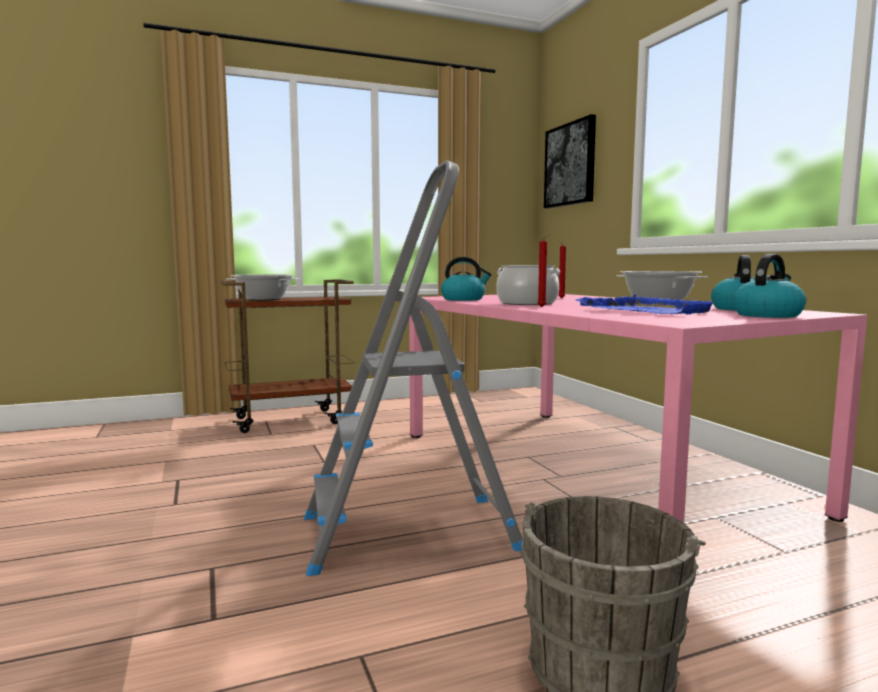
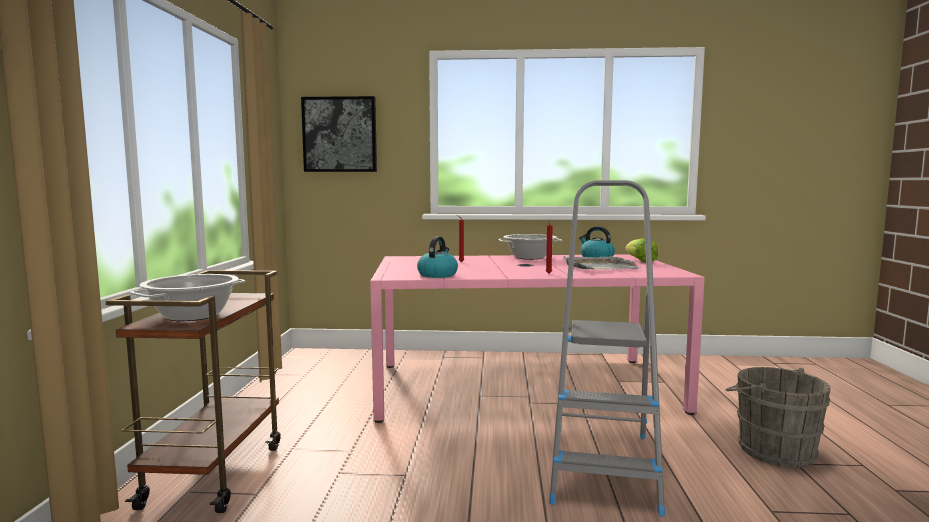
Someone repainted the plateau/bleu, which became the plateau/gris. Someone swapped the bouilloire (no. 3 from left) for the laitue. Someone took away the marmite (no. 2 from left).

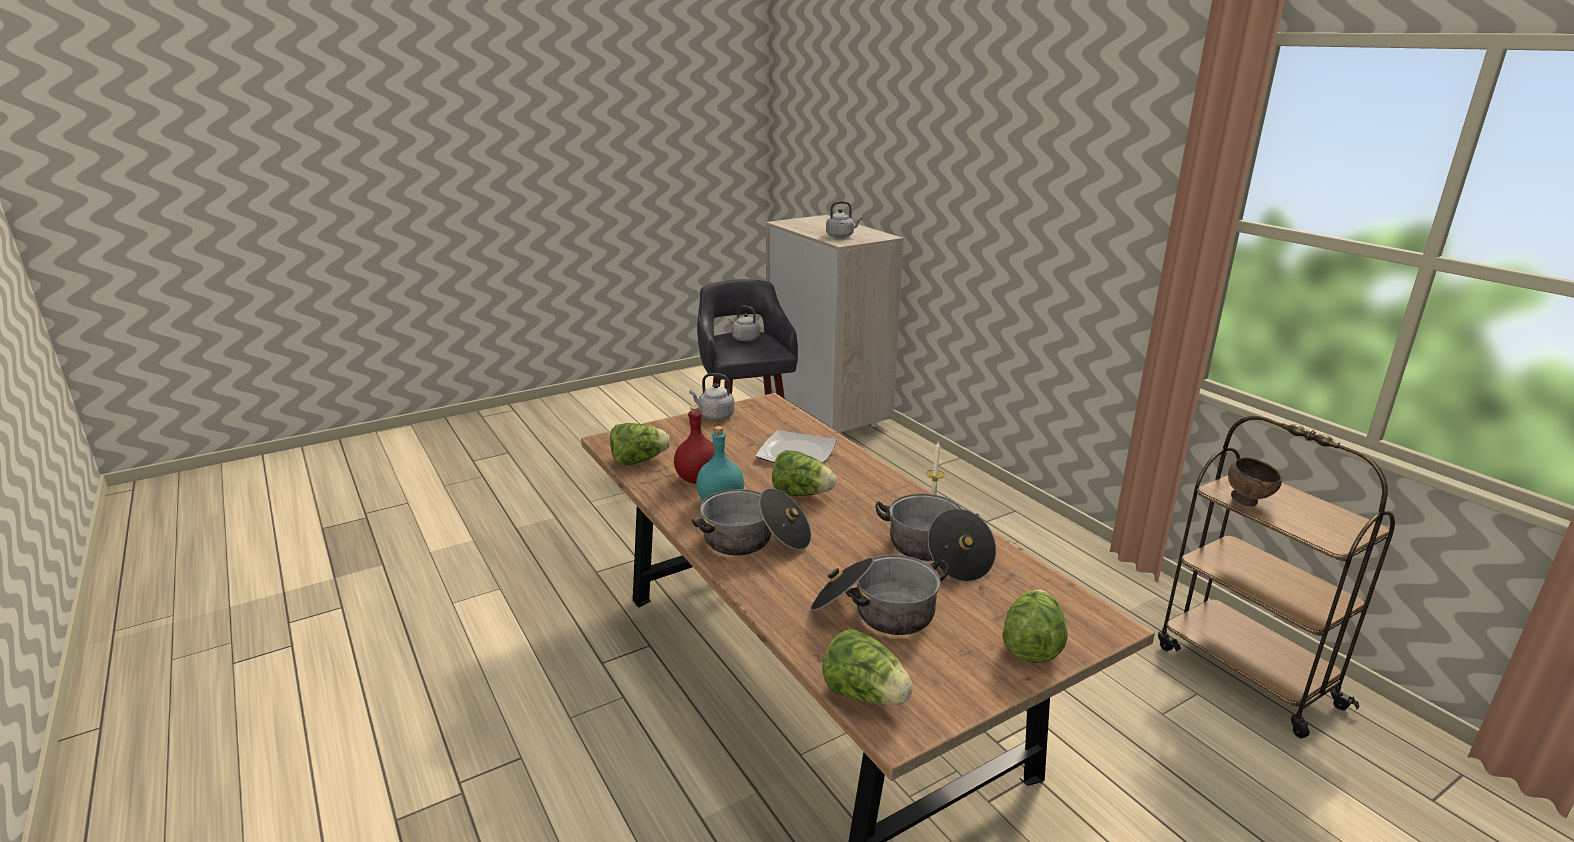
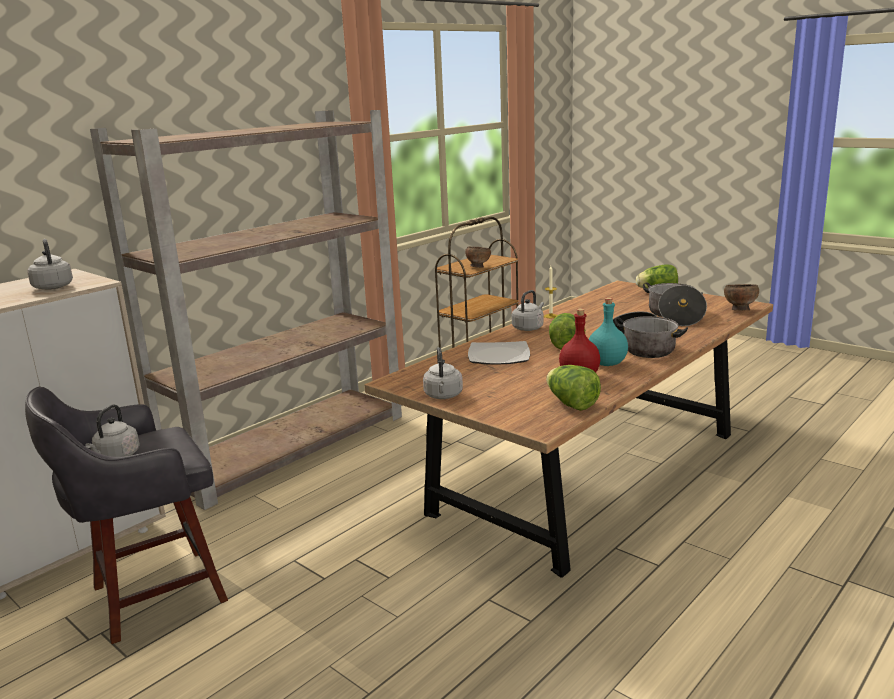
Someone put down the bibliothèque/marron. Someone put down the bouilloire/gris (no. 4 from left). Someone swapped the laitue (no. 3 from left) for the bol/marron (no. 2 from left). Someone took away the marmite (no. 3 from left).

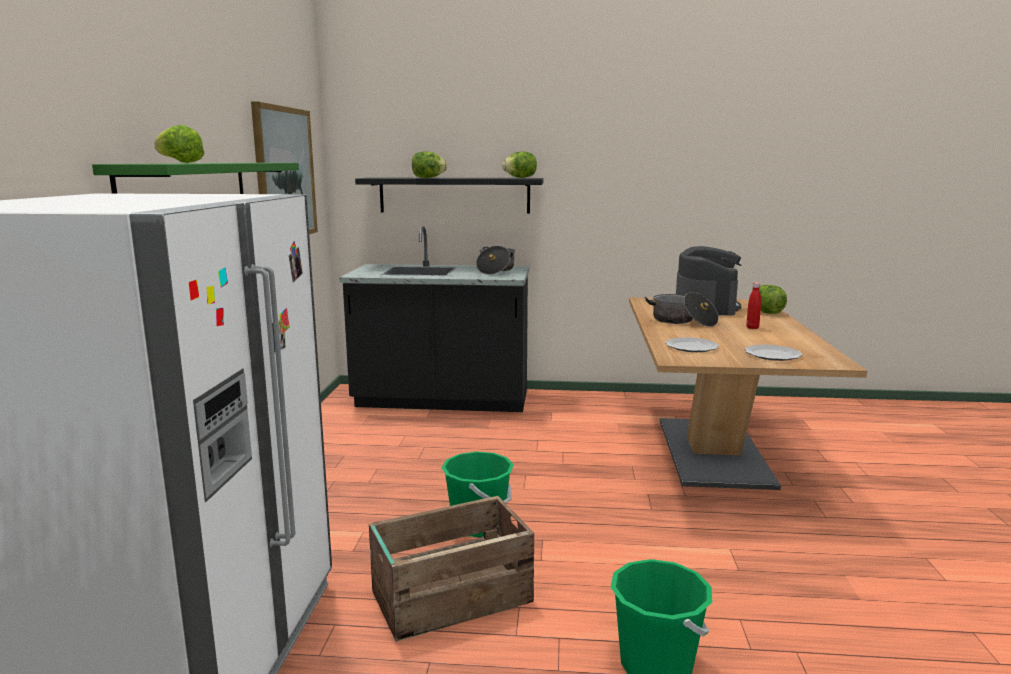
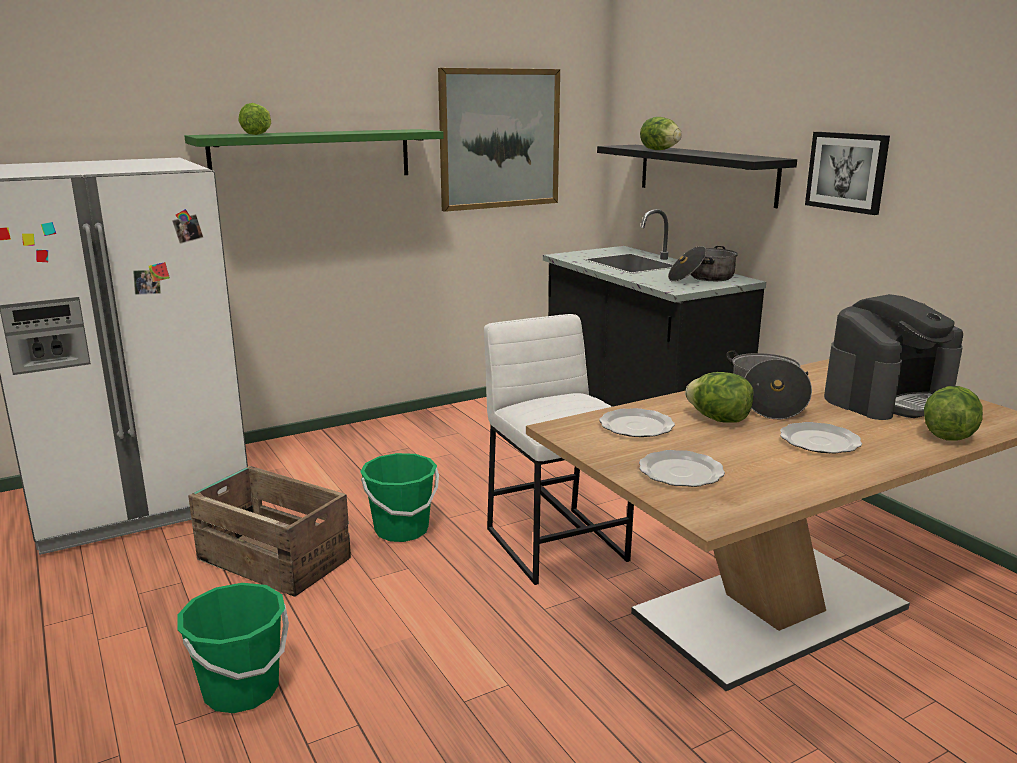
Someone put down the chaise/blanc. Someone carried the laitue (no. 3 from left). Someone swapped the bouteille/rouge for the assiette (no. 3 from left). Someone put up the tableau (no. 2 from left).

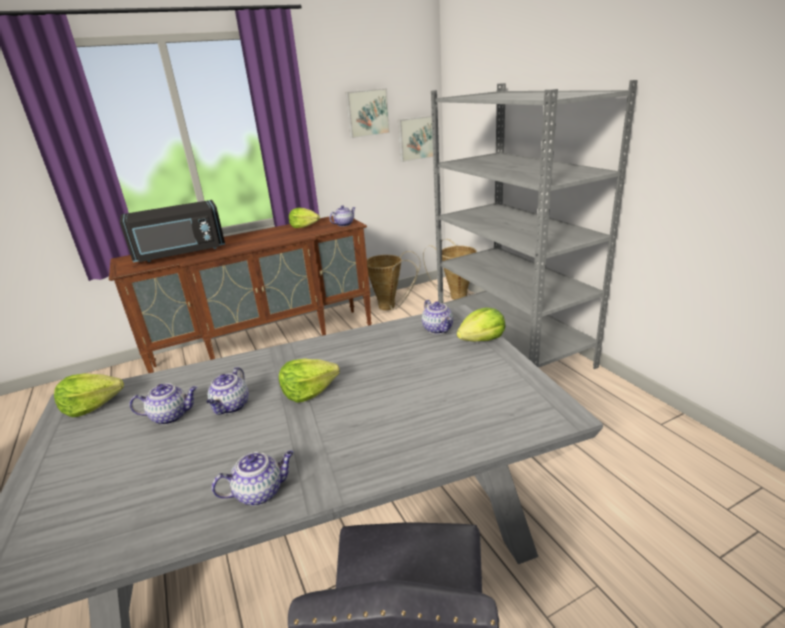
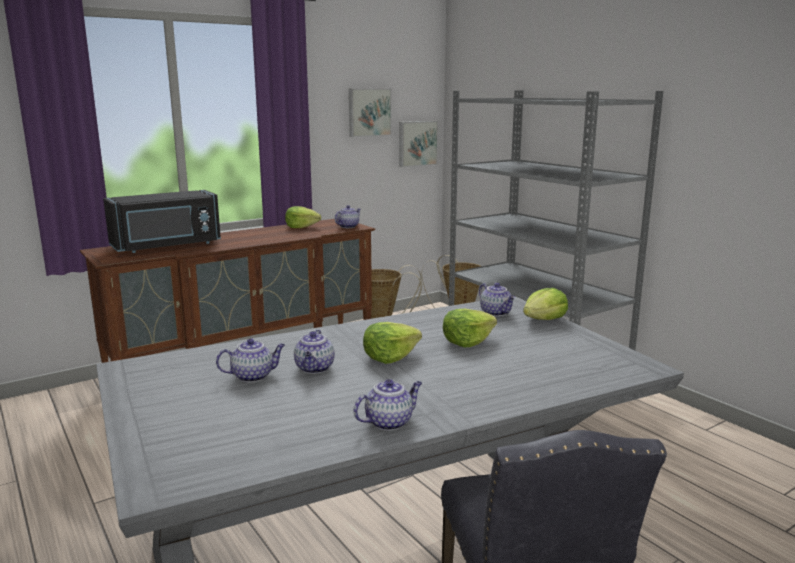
Someone carried the laitue (no. 1 from left in the first image).

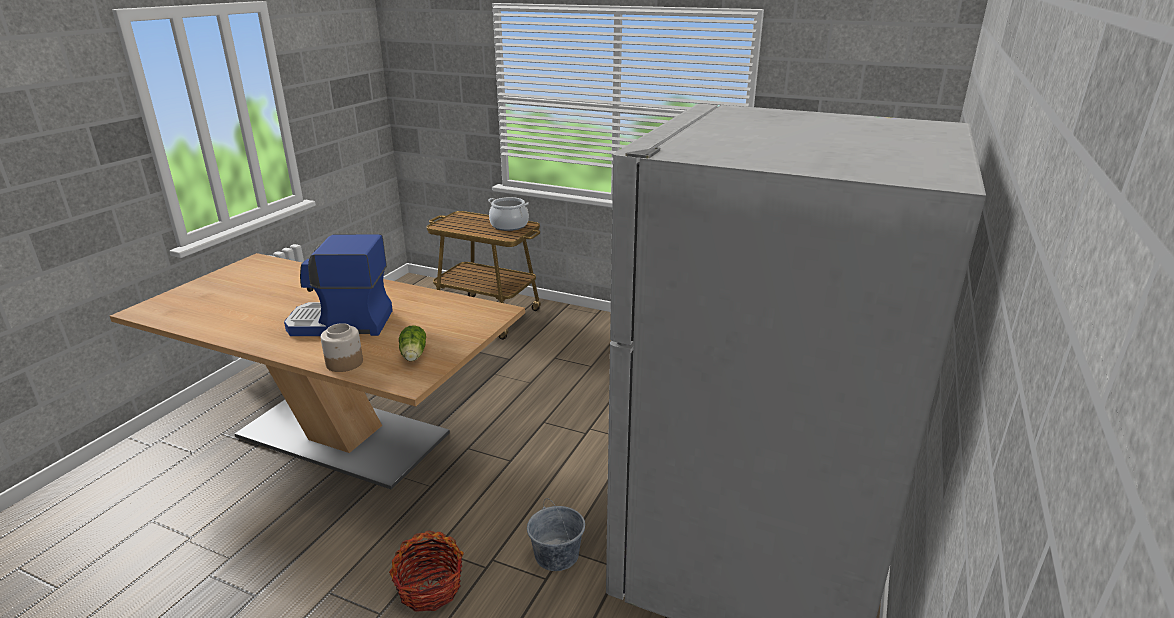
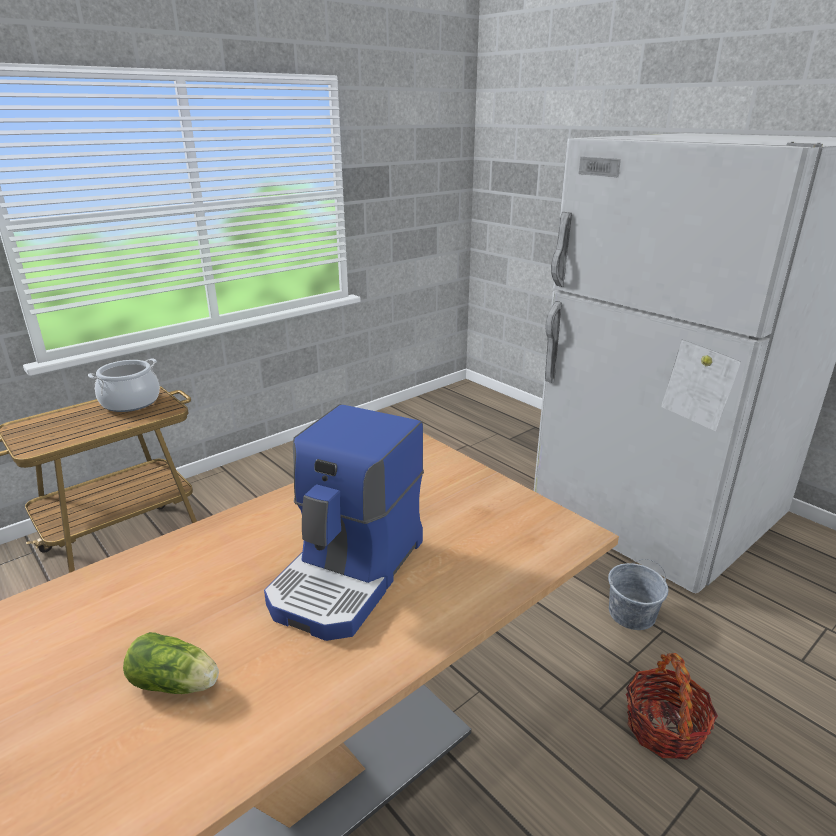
Someone carried the laitue. Someone took away the bocal.

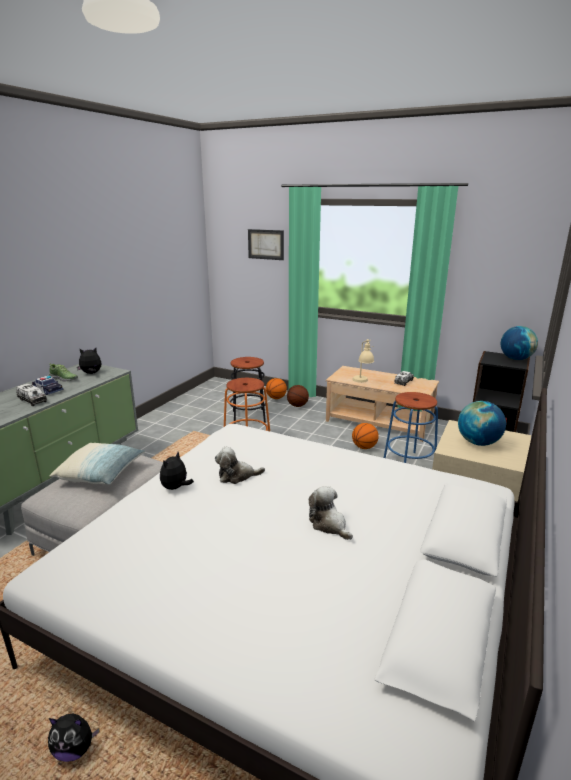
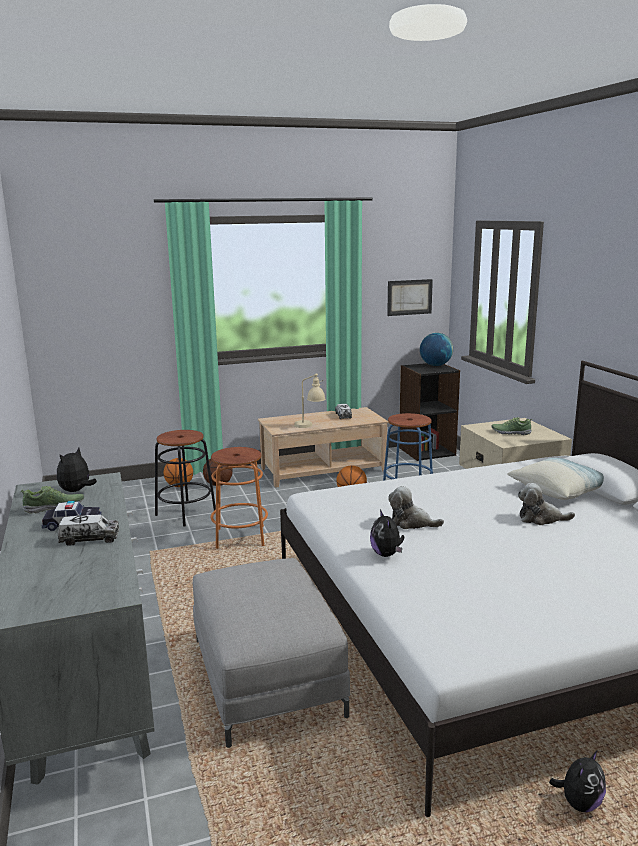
Someone carried the tableau. Someone rotated the peluche (no. 4 from left in the first image) by 75 degrees clockwise. Someone swapped the globe (no. 1 from left) for the chaussure (no. 2 from left). Someone carried the coussin.

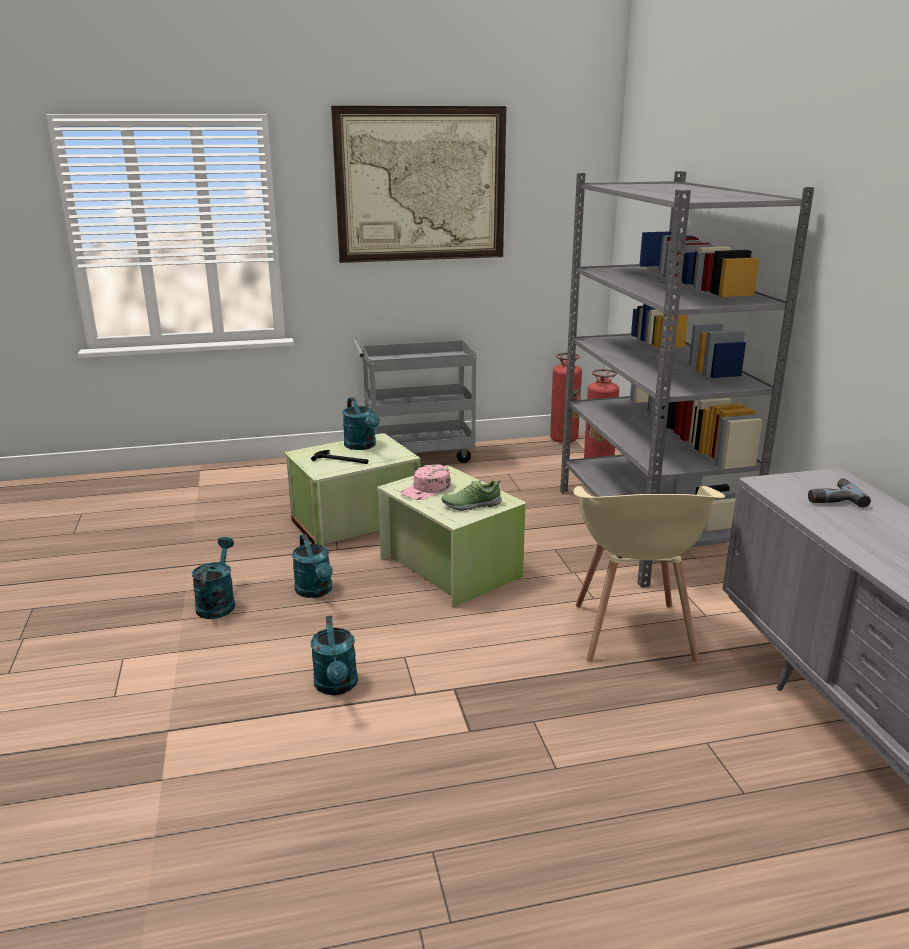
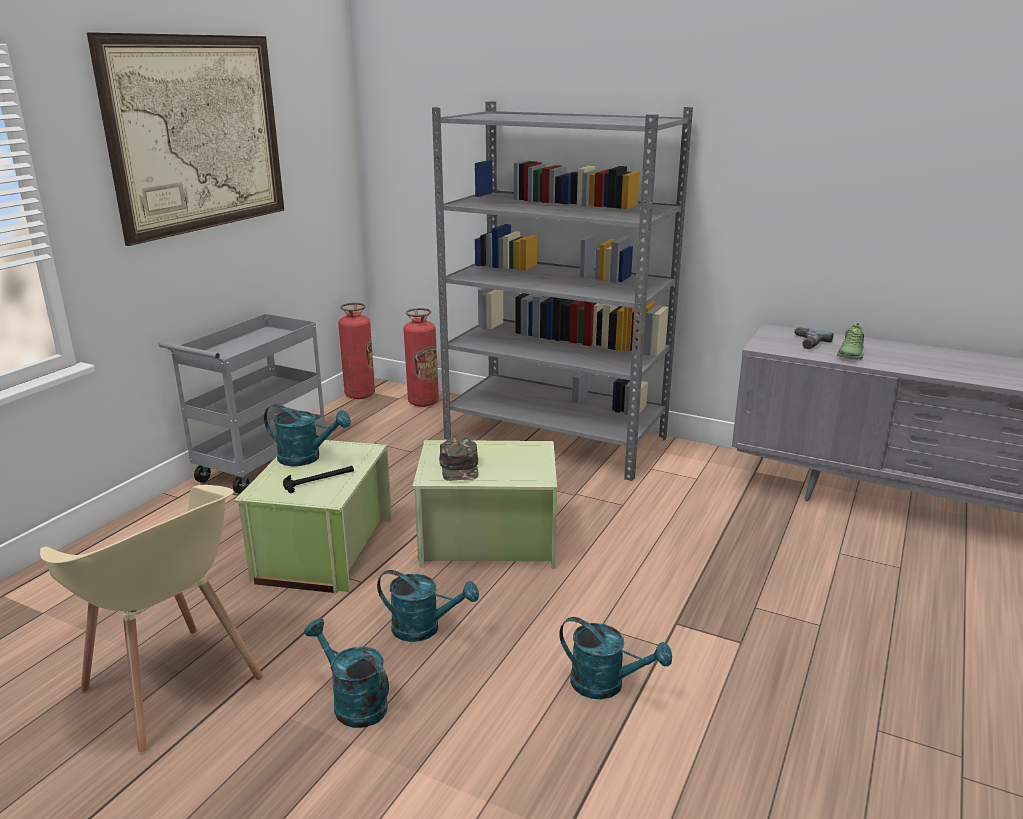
Someone carried the chaise/beige. Someone repainted the casquette/rose, which became the casquette/vert. Someone carried the chaussure.

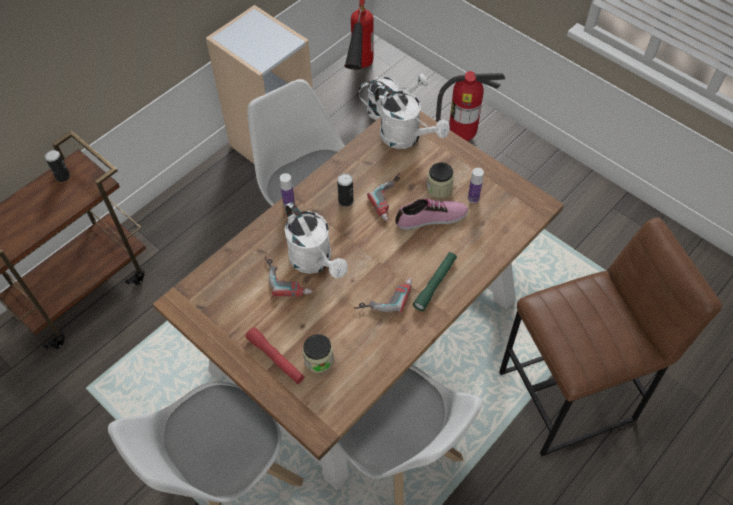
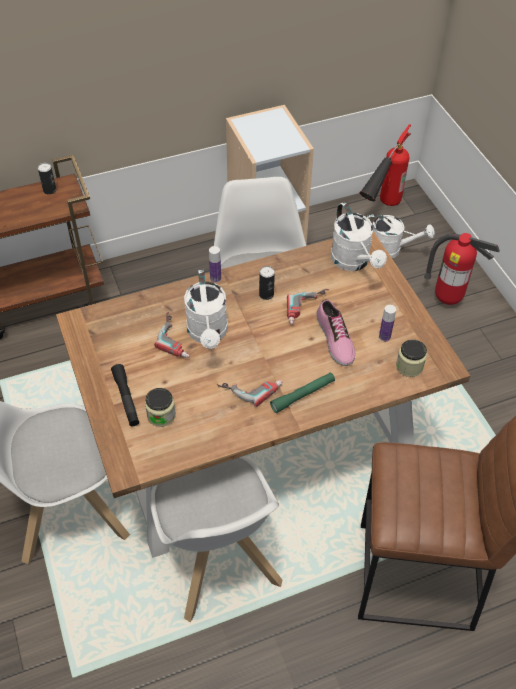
Someone repainted the lampe de poche/rouge, which became the lampe de poche/noir. Someone rotated the chaussure by 60 degrees clockwise. Someone carried the bocal (no. 2 from left).

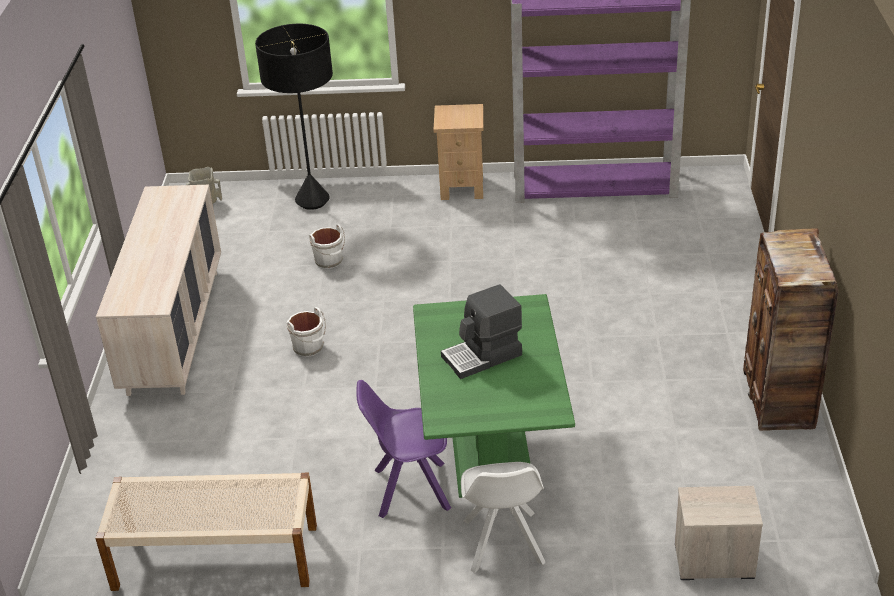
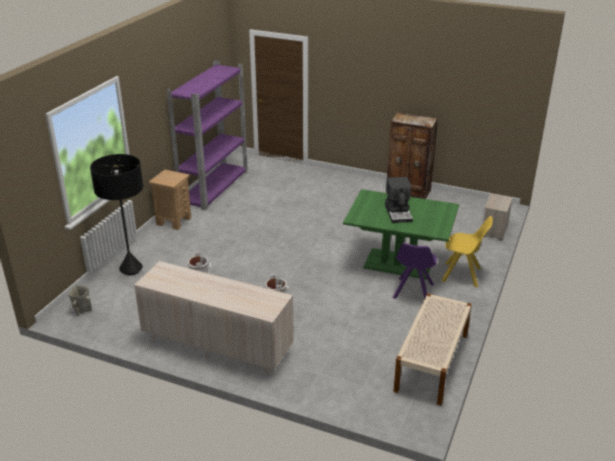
Someone repainted the chaise/blanc, which became the chaise/jaune.

